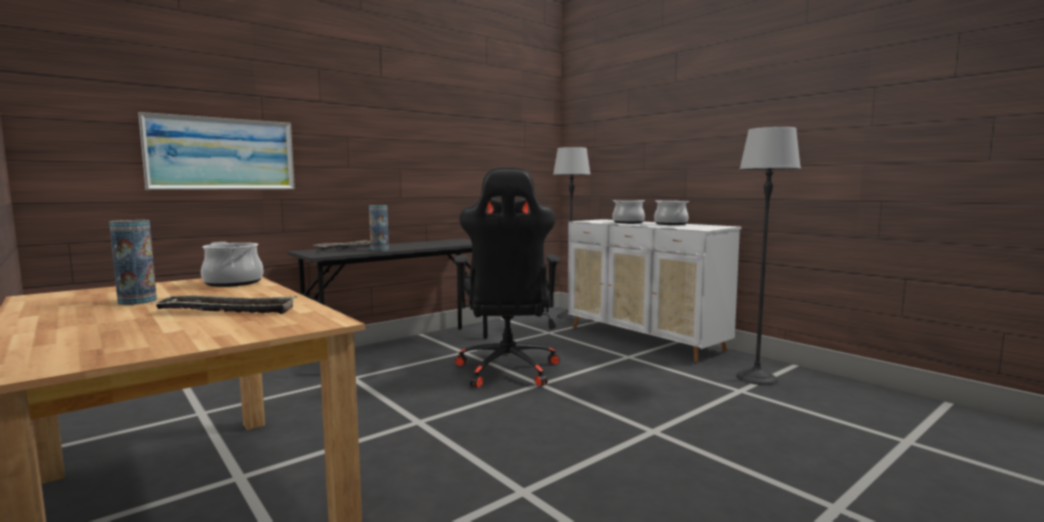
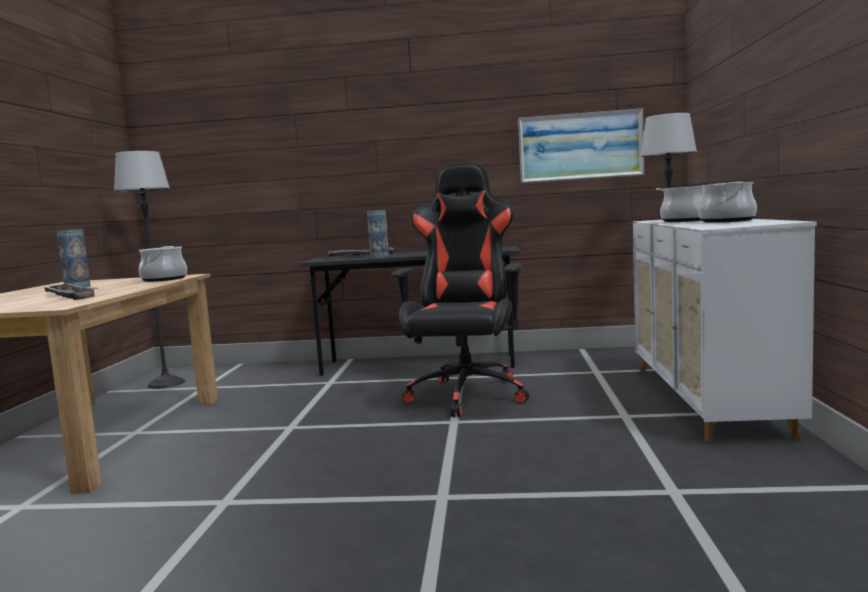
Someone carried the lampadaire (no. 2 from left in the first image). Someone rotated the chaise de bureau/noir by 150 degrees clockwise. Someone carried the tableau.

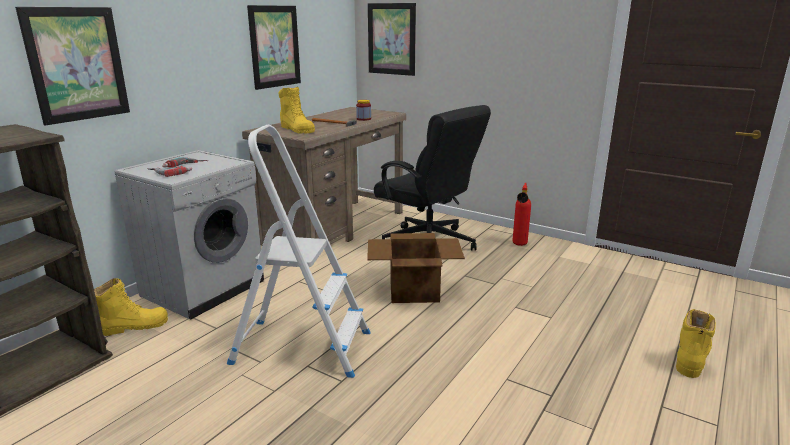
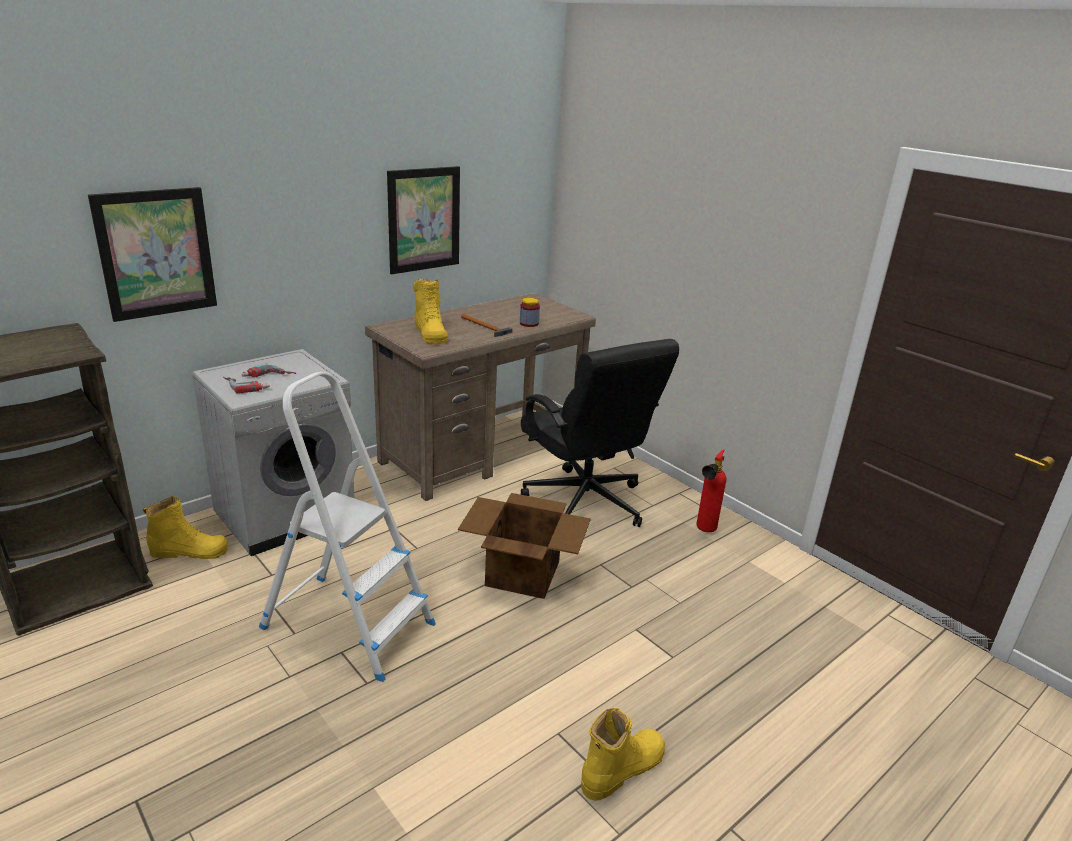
Someone carried the botte/jaune (no. 3 from left). Someone took away the tableau (no. 3 from left).

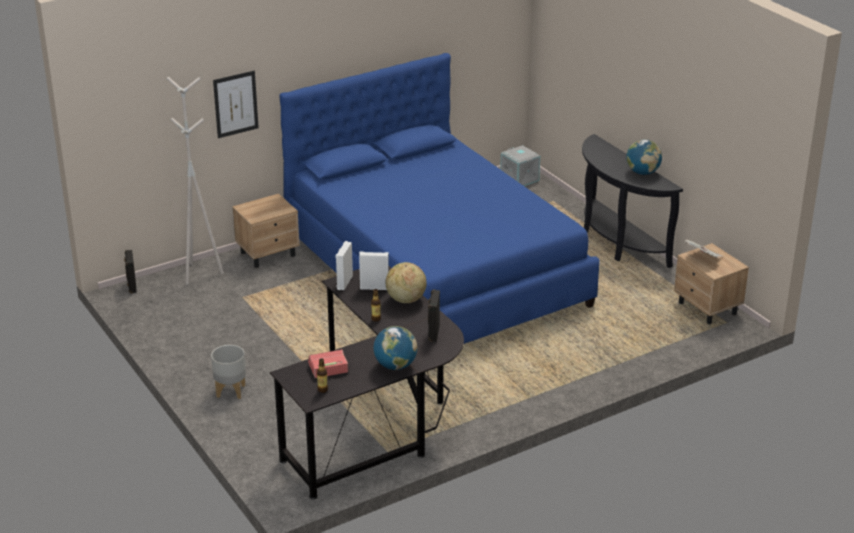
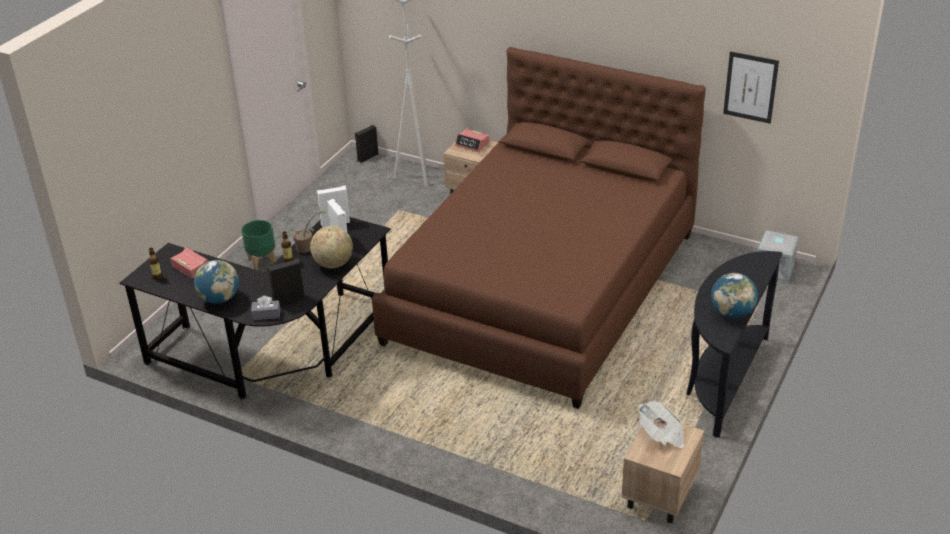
Someone repainted the cache-pot/gris, which became the cache-pot/vert. Someone put down the boîte à mouchoirs/gris. Someone put down the plante en pot. Someone repainted the lit/bleu, which became the lit/marron. Someone put down the réveil (no. 2 from left). Someone carried the tableau.

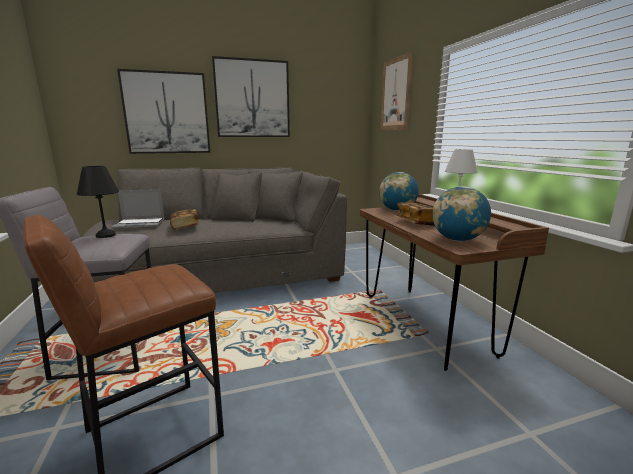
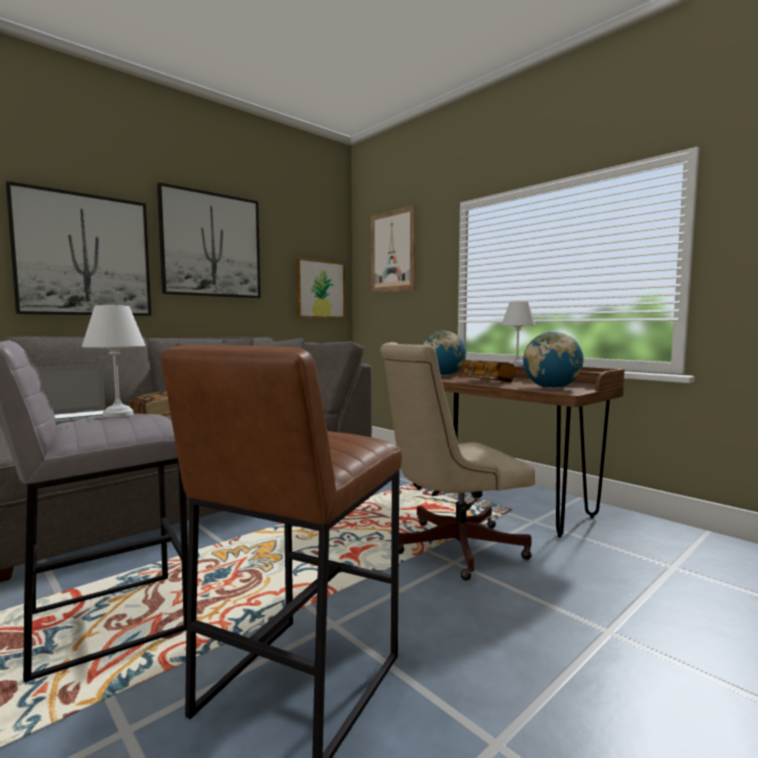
Someone repainted the lampe de table/noir, which became the lampe de table/blanc (no. 1 from left). Someone put up the tableau (no. 3 from left). Someone put down the chaise de bureau/beige.

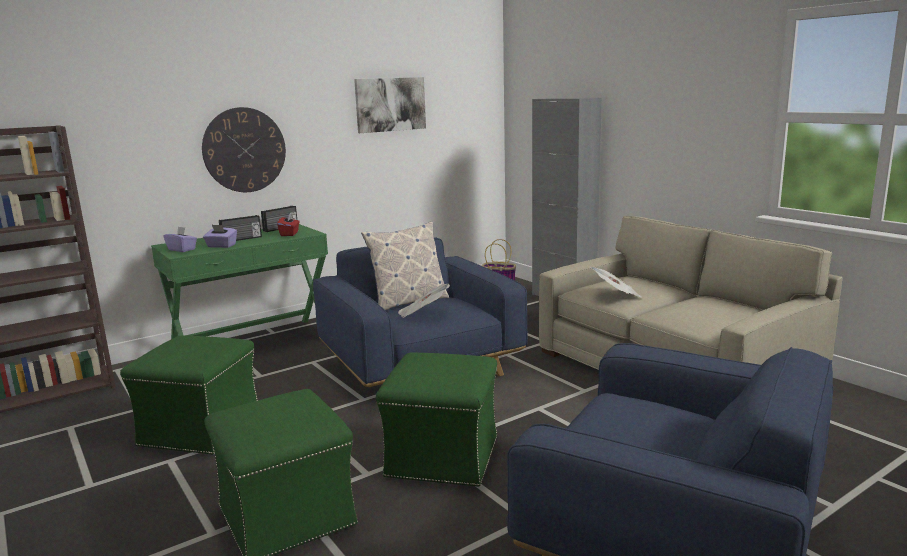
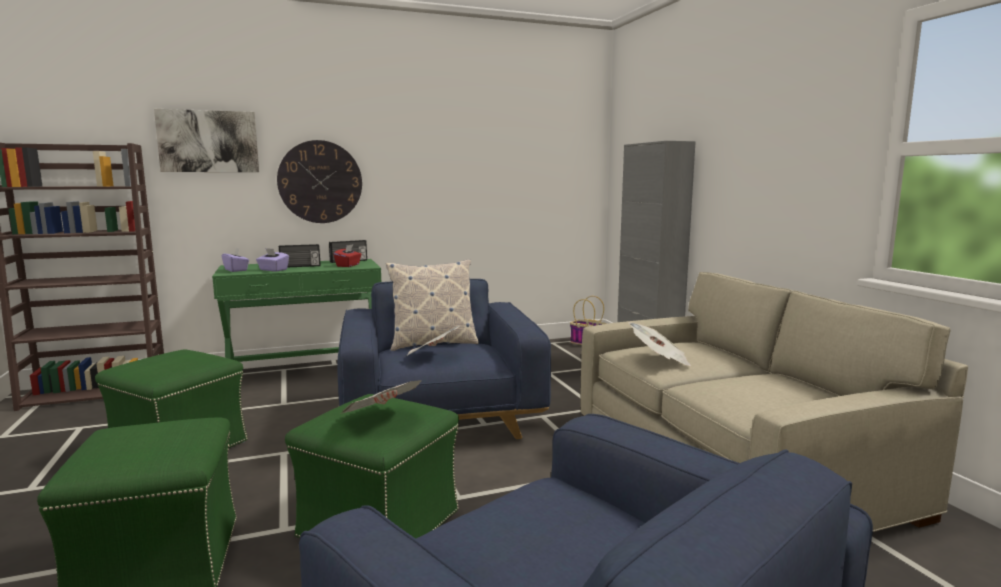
Someone carried the tableau. Someone put down the journal (no. 1 from left).

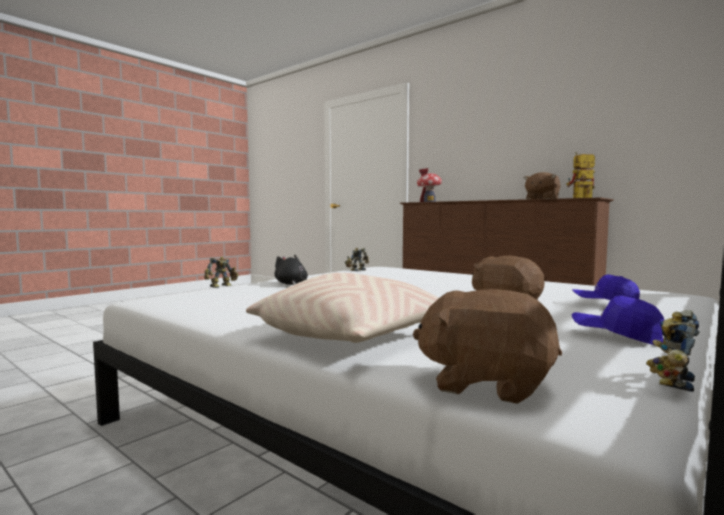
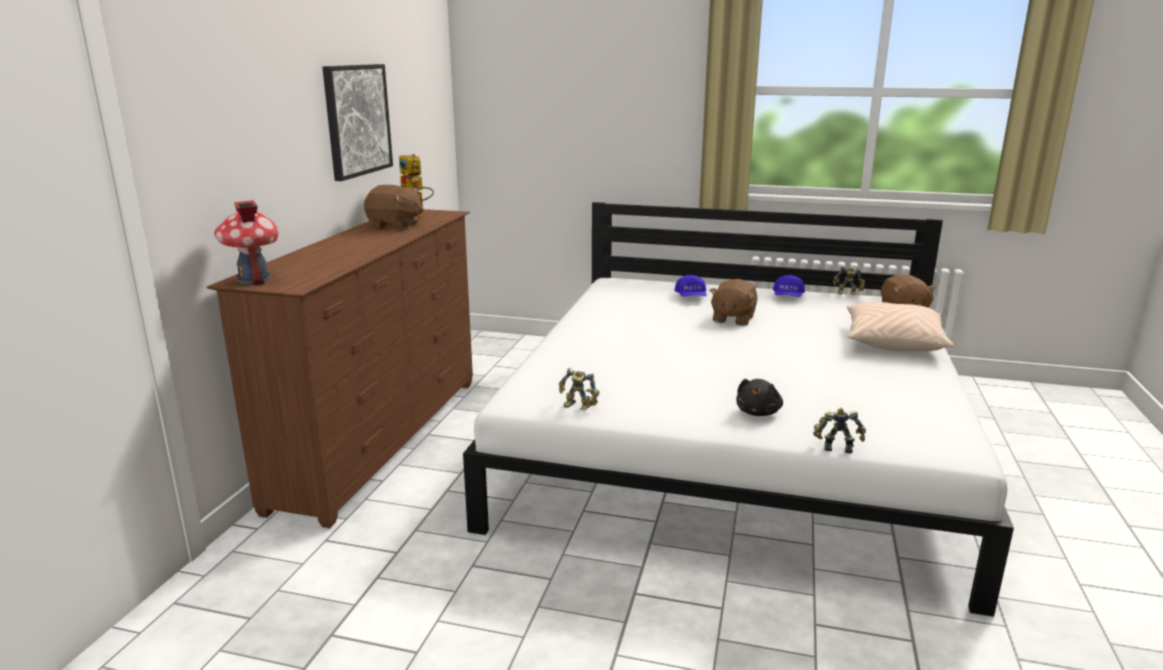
Someone put up the tableau.

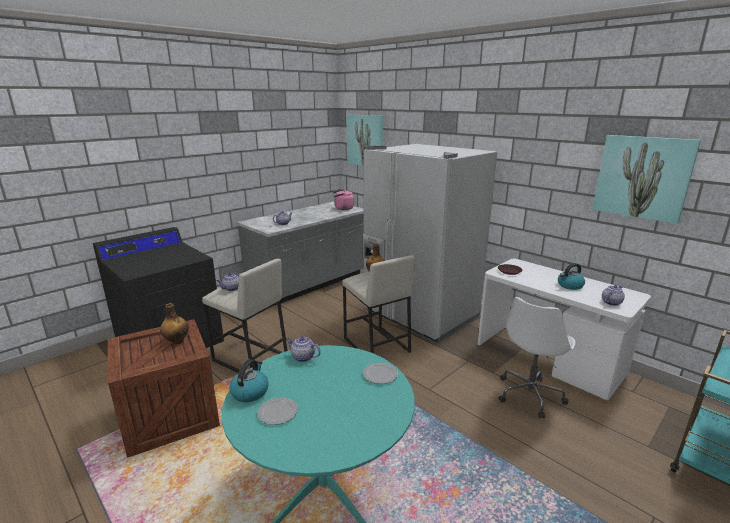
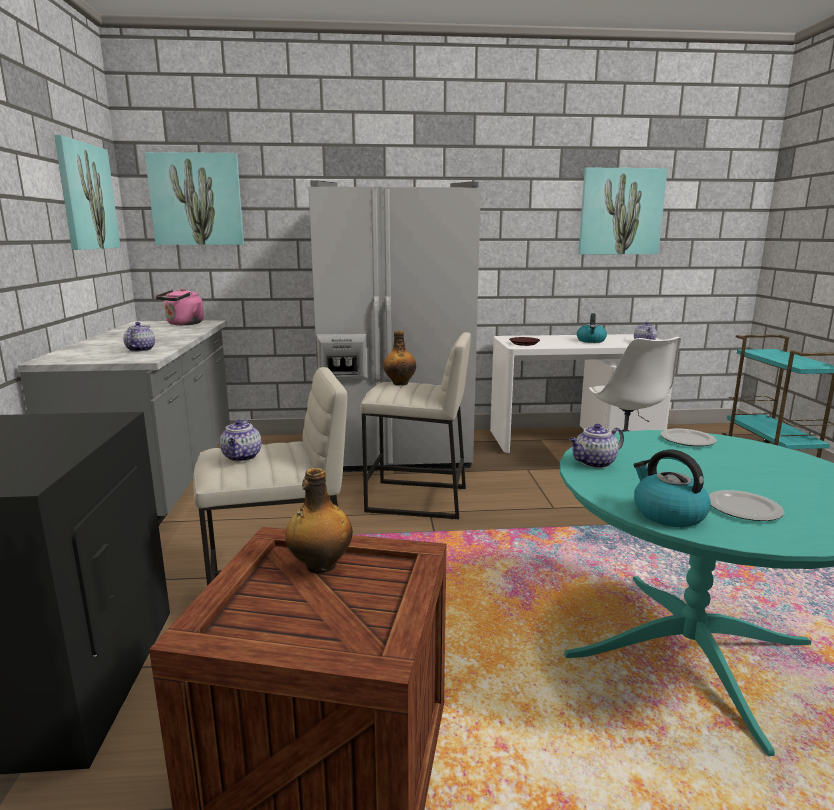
Someone put up the tableau (no. 1 from left).

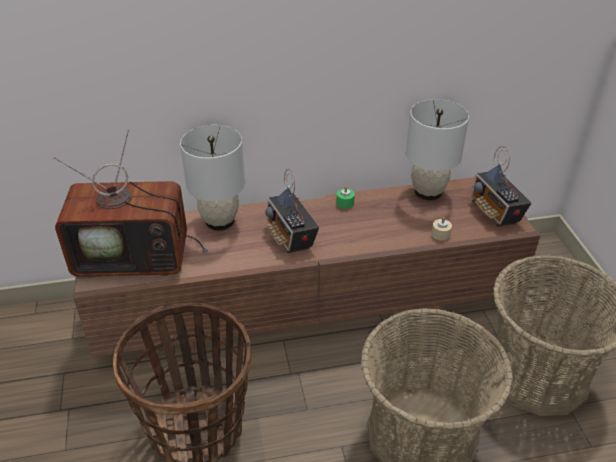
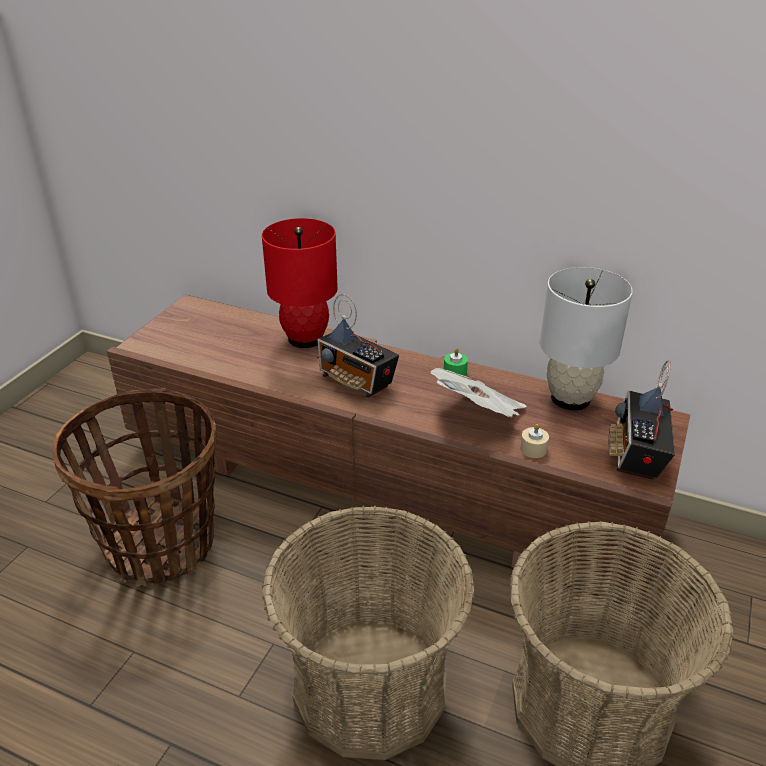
Someone repainted the lampe de table/blanc (no. 1 from left), which became the lampe de table/rouge. Someone rotated the radio (no. 1 from left) by 60 degrees counterclockwise. Someone put down the journal. Someone took away the téléviseur.

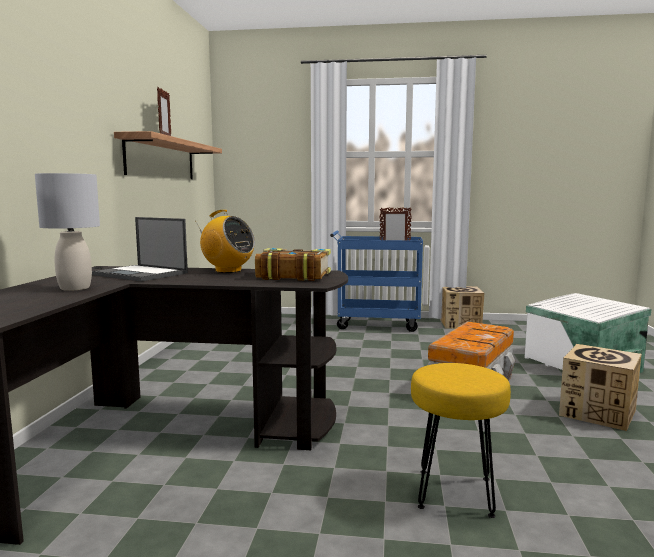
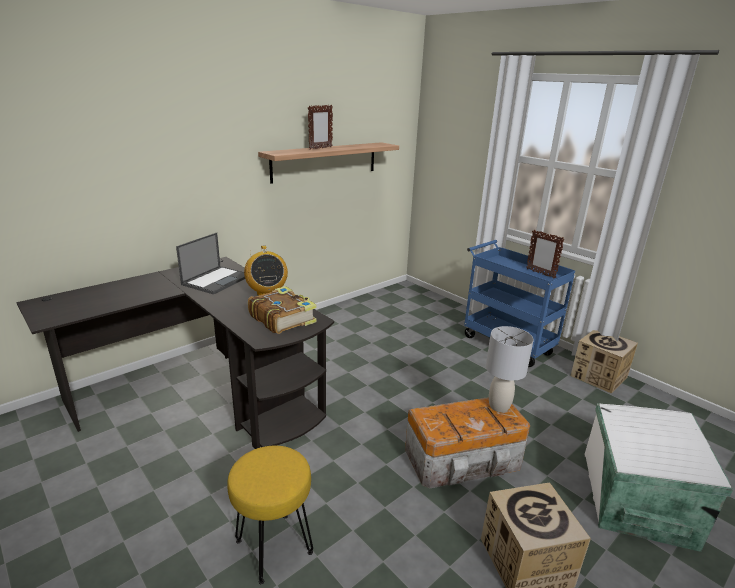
Someone rotated the ordinateur portable by 135 degrees counterclockwise. Someone carried the lampe de table/gris.

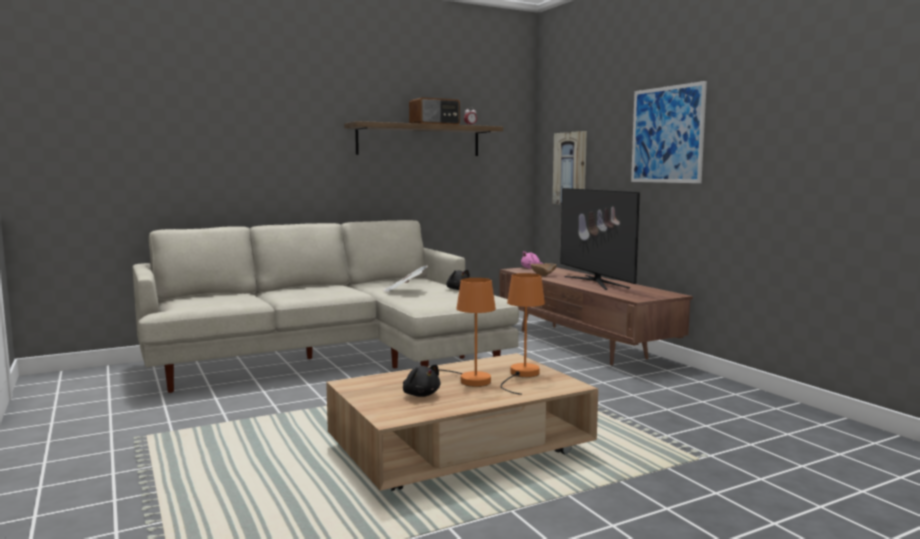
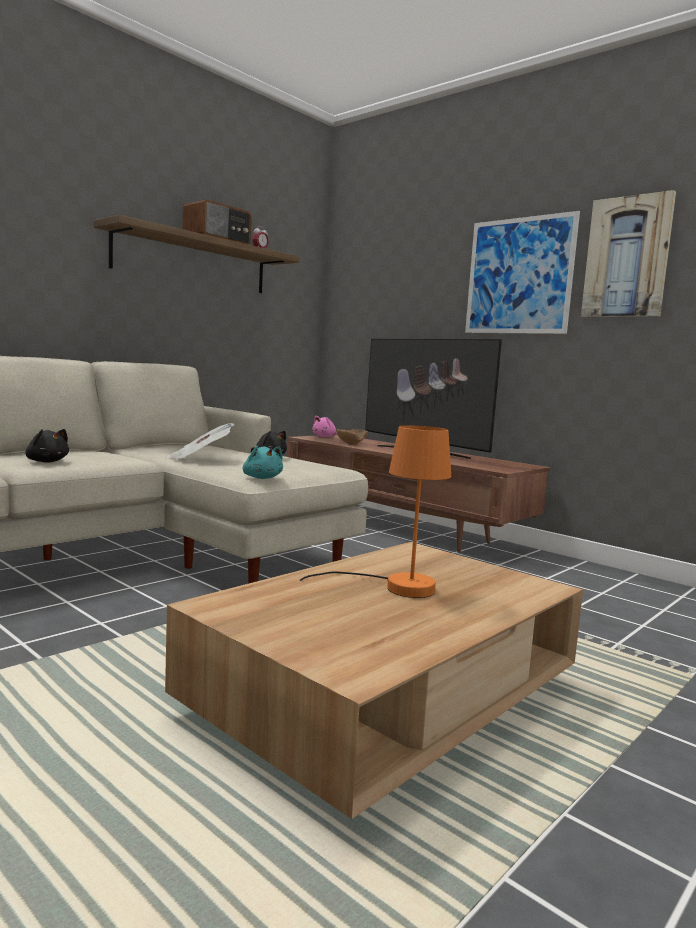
Someone carried the peluche/noir (no. 1 from left). Someone put down the peluche/turquoise. Someone carried the tableau (no. 1 from left in the first image). Someone took away the lampe de table/orange (no. 2 from left).

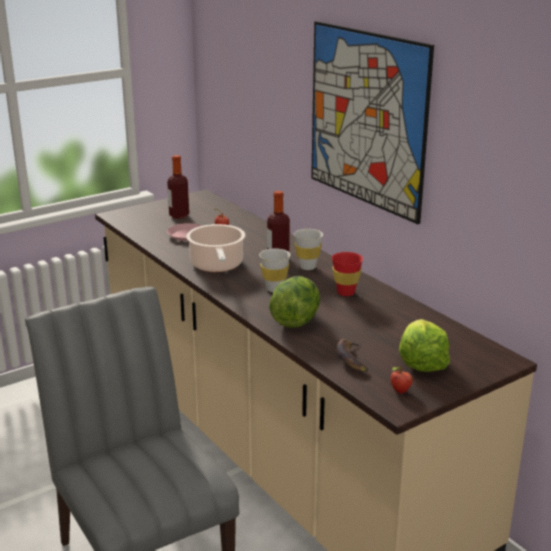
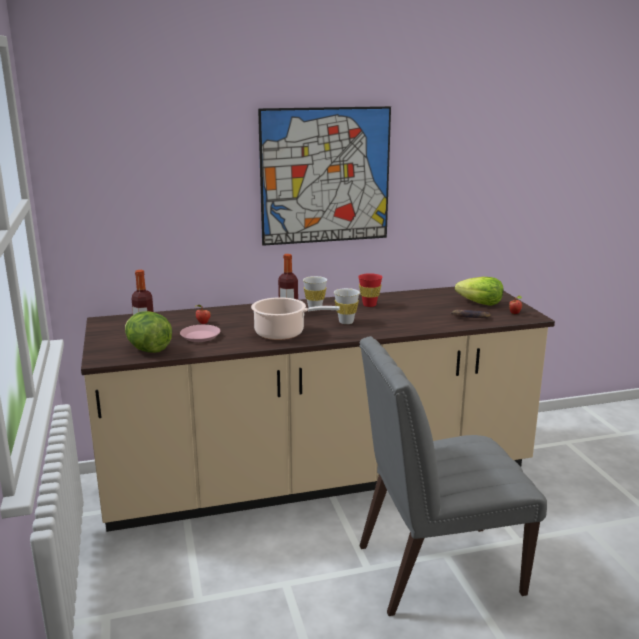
Someone carried the laitue (no. 1 from left).

